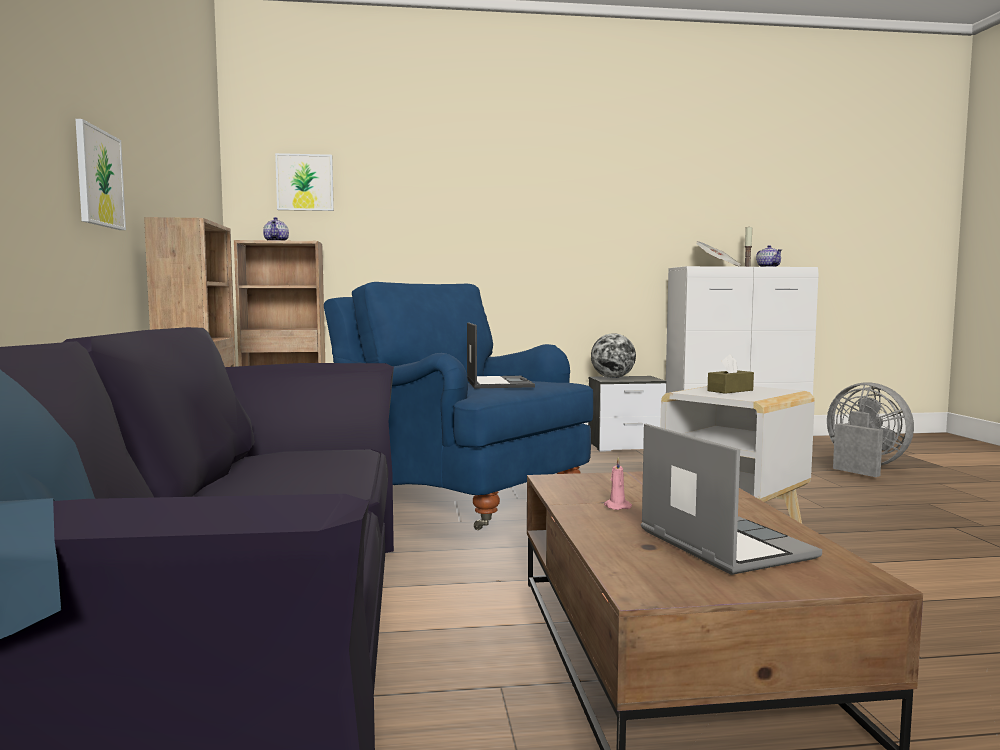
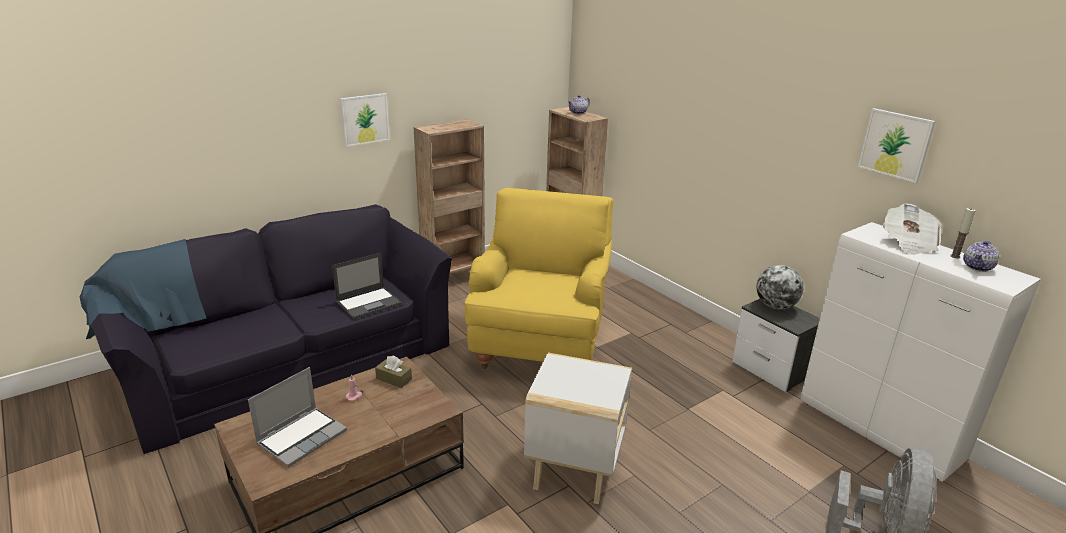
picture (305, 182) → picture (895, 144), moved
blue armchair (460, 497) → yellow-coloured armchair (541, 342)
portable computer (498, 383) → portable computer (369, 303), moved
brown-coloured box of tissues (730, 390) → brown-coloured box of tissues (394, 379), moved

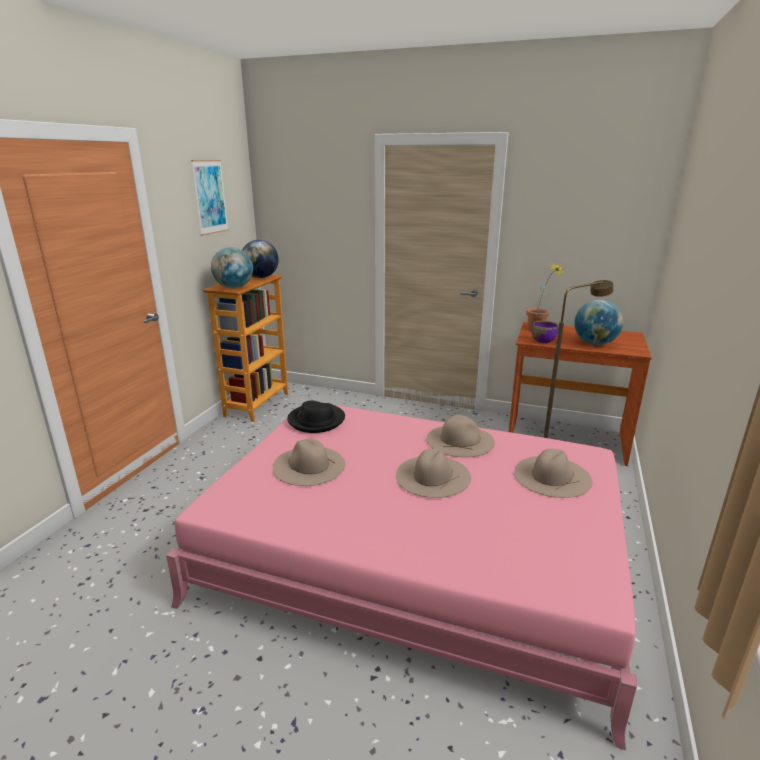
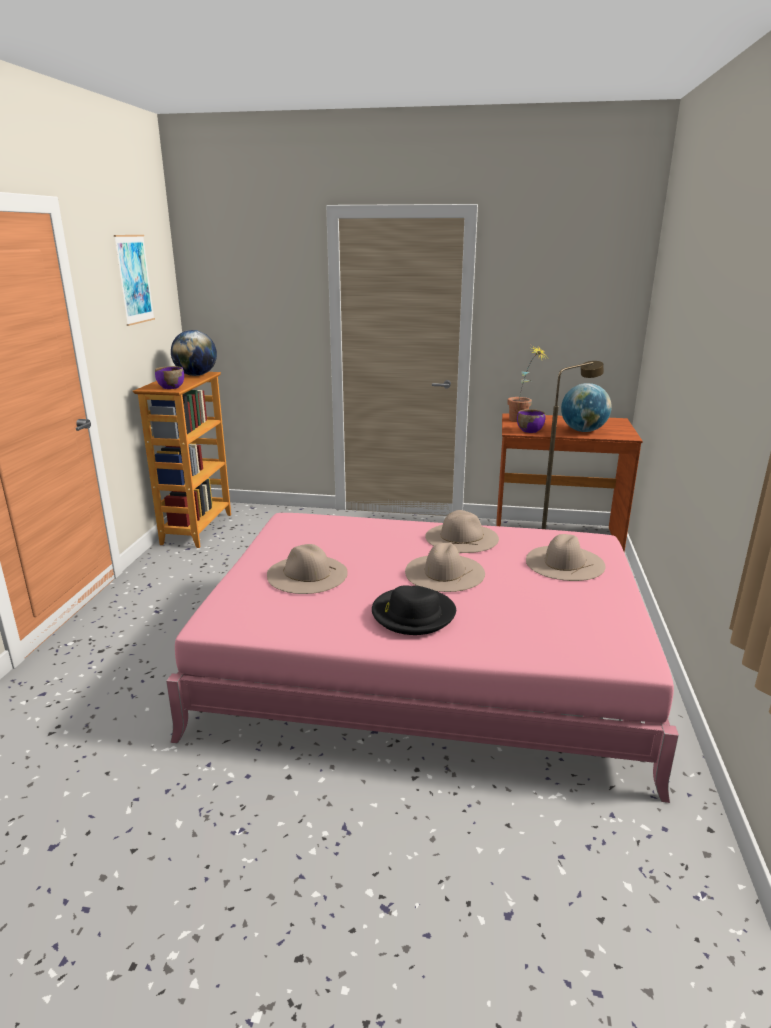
desk globe (234, 288) → purple bowl (171, 387)
black clothing hat (316, 420) → black clothing hat (413, 614), moved

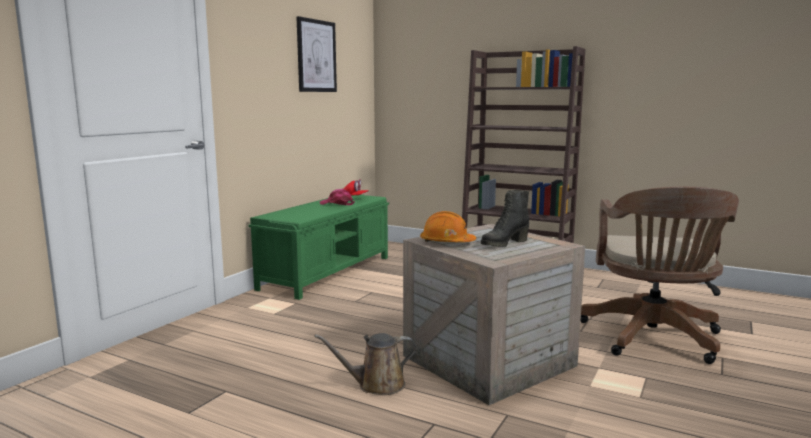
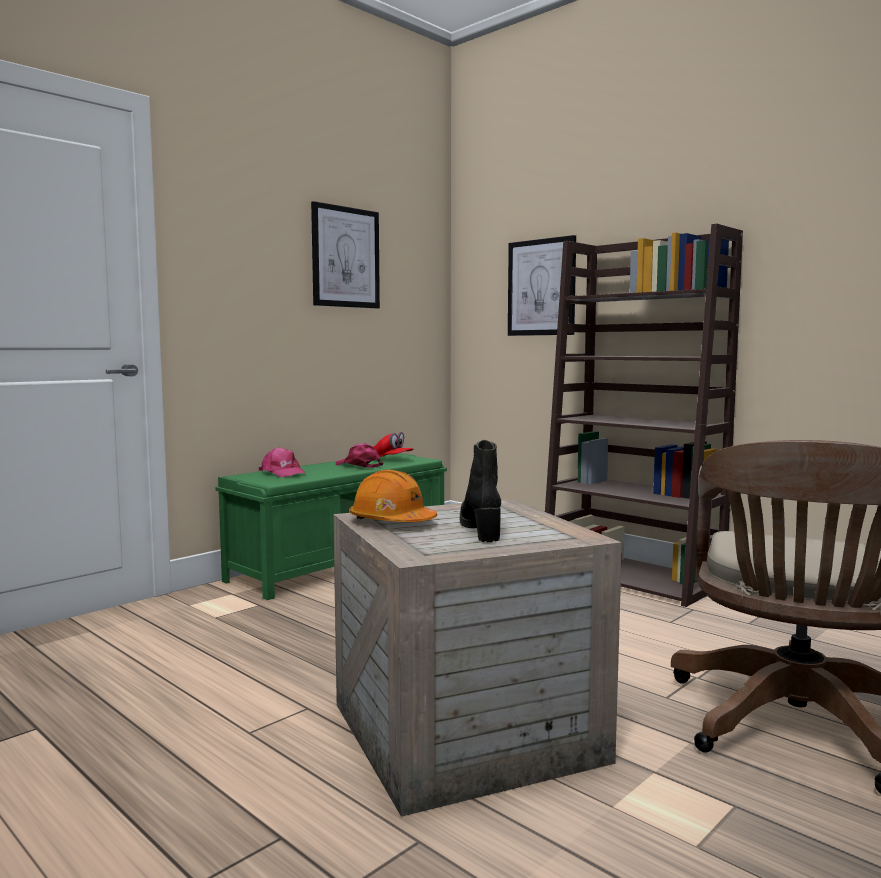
brown-coloured watering pot (376, 385) → -
black tall boot (504, 243) → black tall boot (481, 529), 105 degrees clockwise
- → pink cap (283, 473)
- → picture (541, 287)

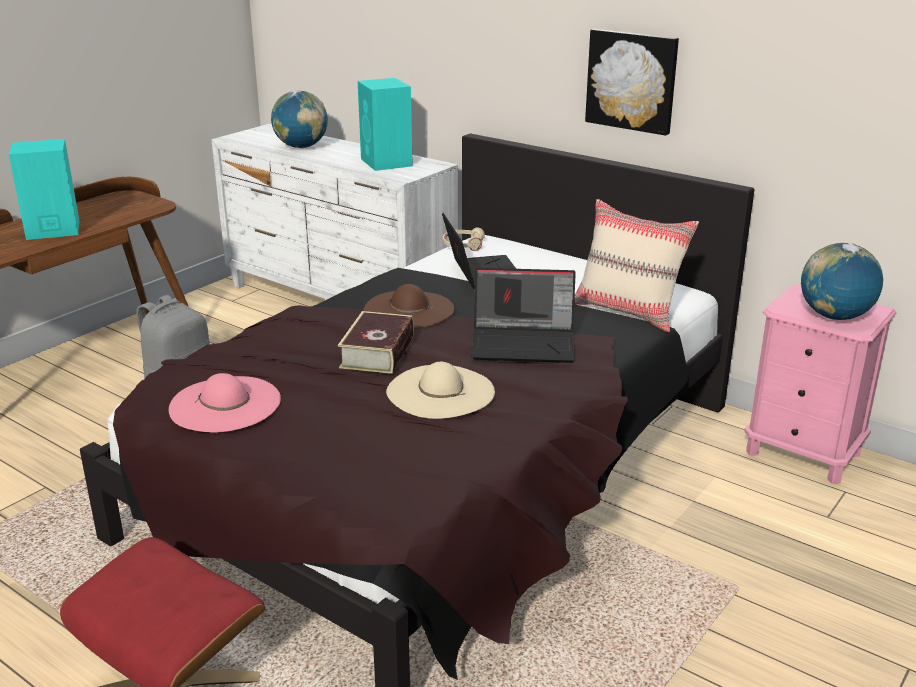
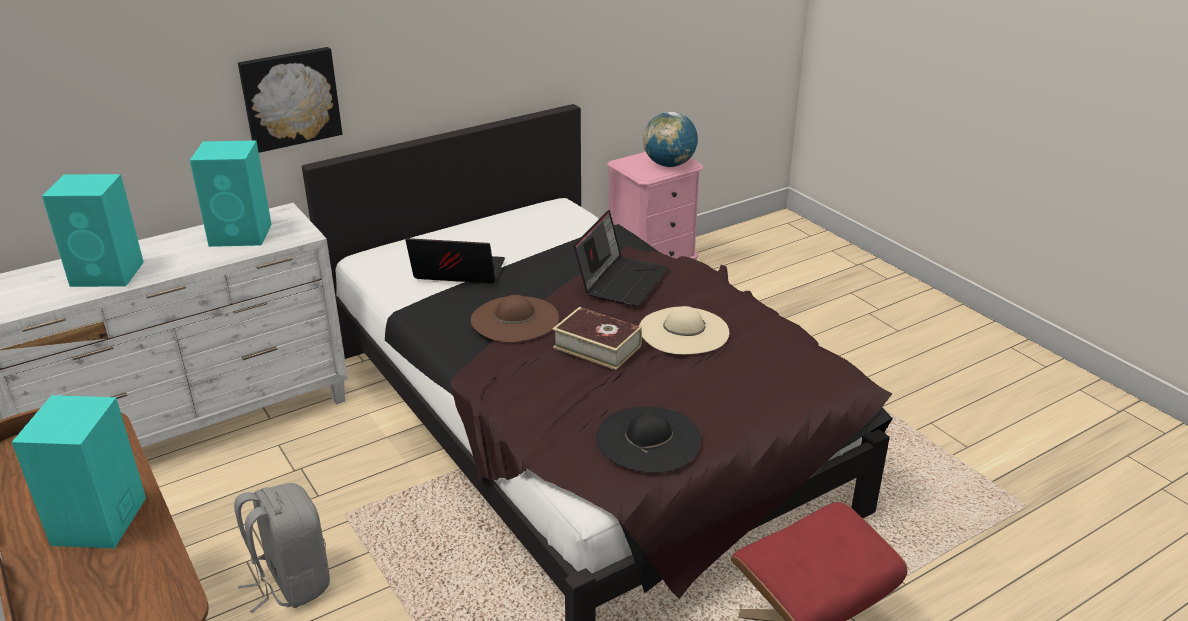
pink clothing hat (225, 404) → black clothing hat (648, 439)
desk globe (301, 147) → turquoise-coloured loudspeaker (109, 274)
beige pair of headphones (463, 245) → -
beige pillow (628, 312) → -
picture (632, 80) → picture (290, 98), moved

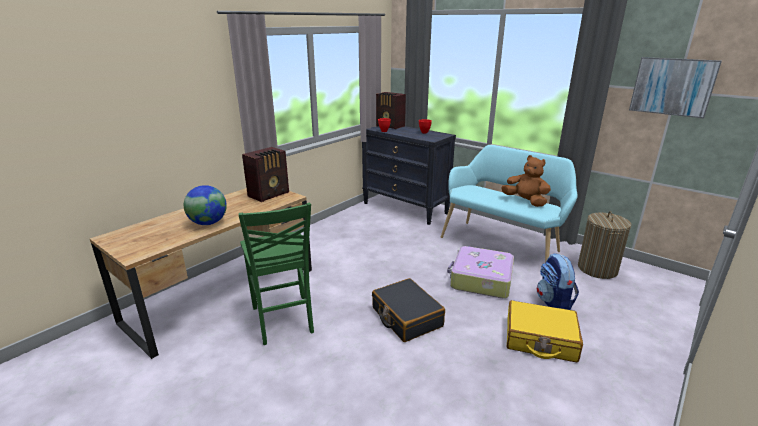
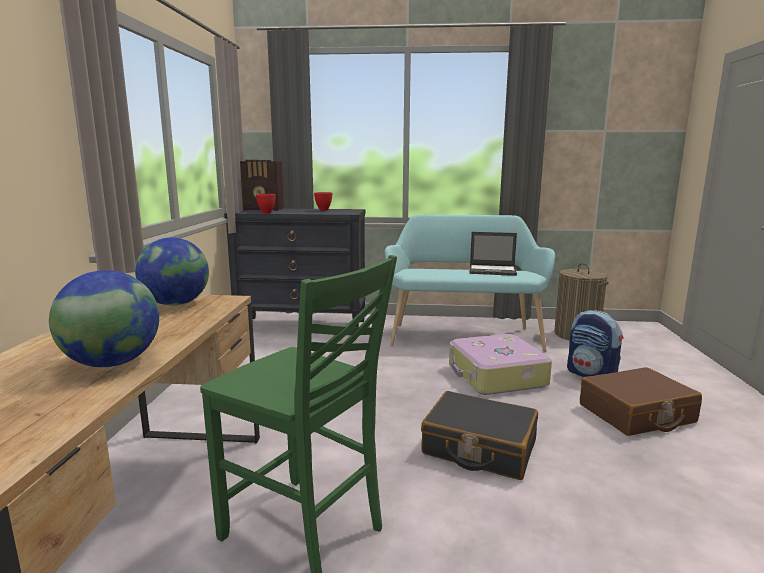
radio receiver (270, 194) → desk globe (176, 304)
brown-coloured plush toy (525, 201) → portable computer (493, 270)
yellow-coloured piece of luggage (540, 339) → brown-coloured piece of luggage (636, 414)
picture (672, 86) → -

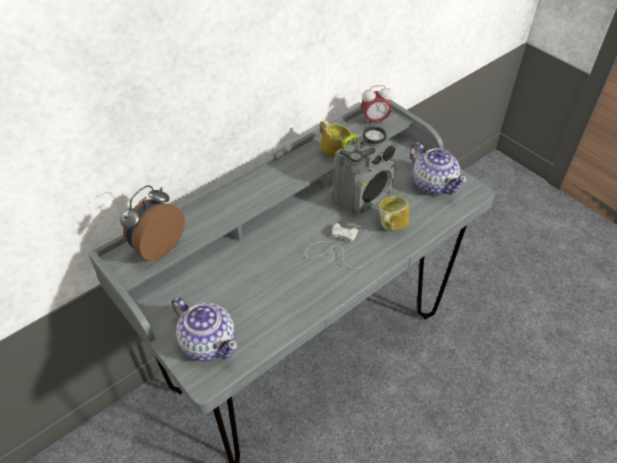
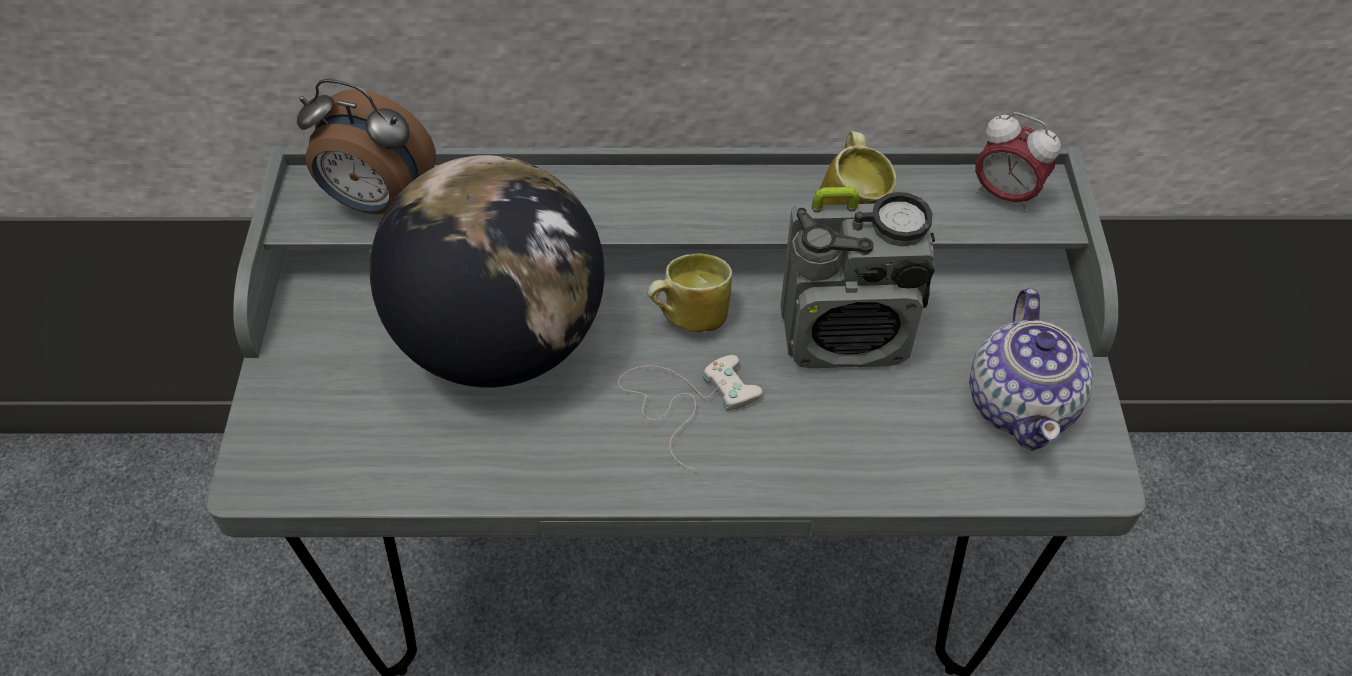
table clock (157, 247) → table clock (378, 202), 150 degrees counterclockwise
teapot (208, 342) → -
mug (390, 226) → mug (688, 317), moved
- → desk globe (502, 340)

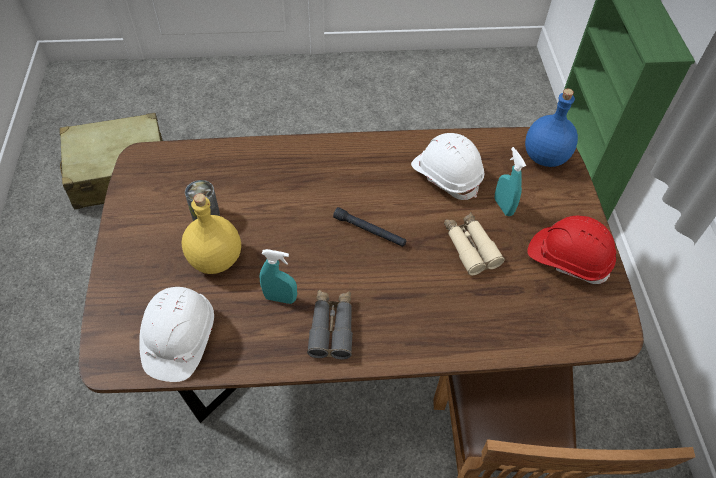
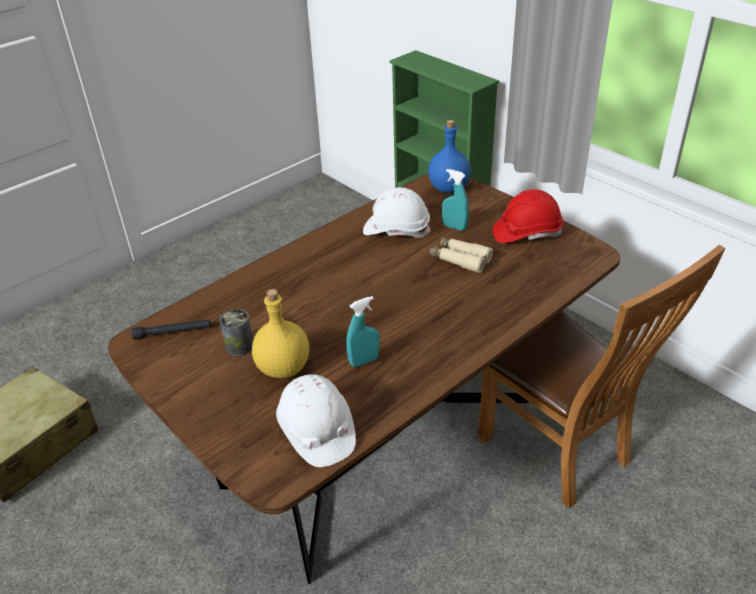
grey binoculars (332, 327) → -
black torch (369, 231) → black torch (172, 332), moved

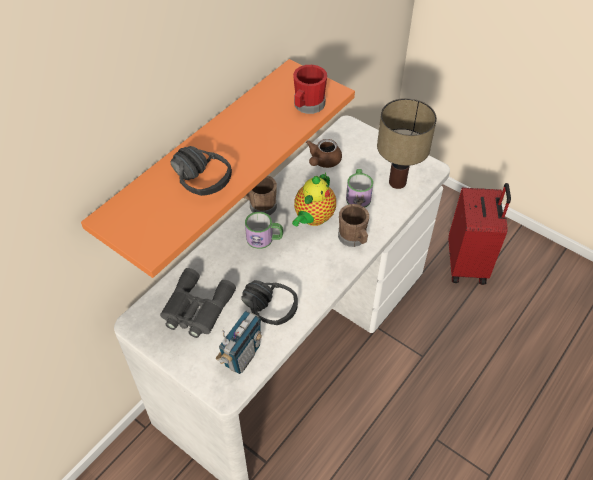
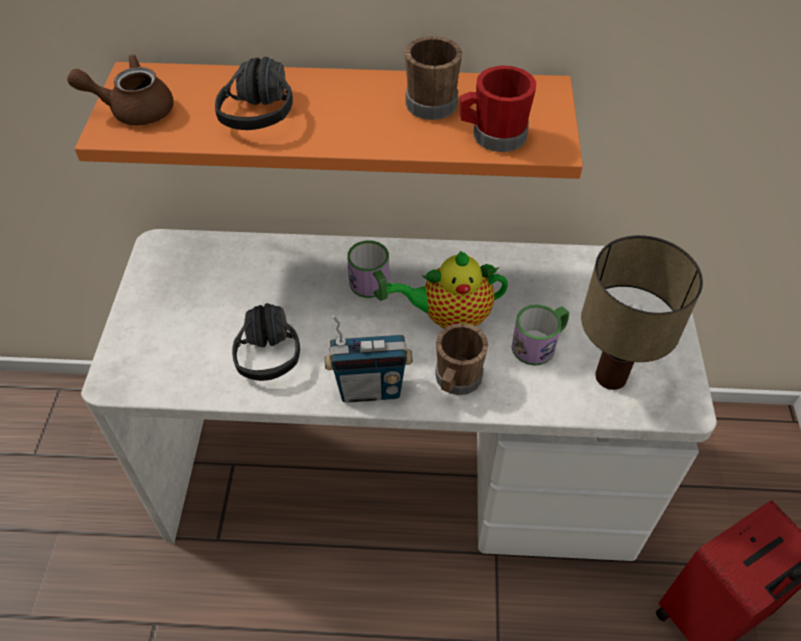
grey binoculars (196, 309) → -
radio receiver (242, 356) → radio receiver (370, 389), moved
brown-coloured mug (259, 206) → brown-coloured mug (428, 101), moved
brown-coloured teapot (323, 161) → brown-coloured teapot (133, 109), moved

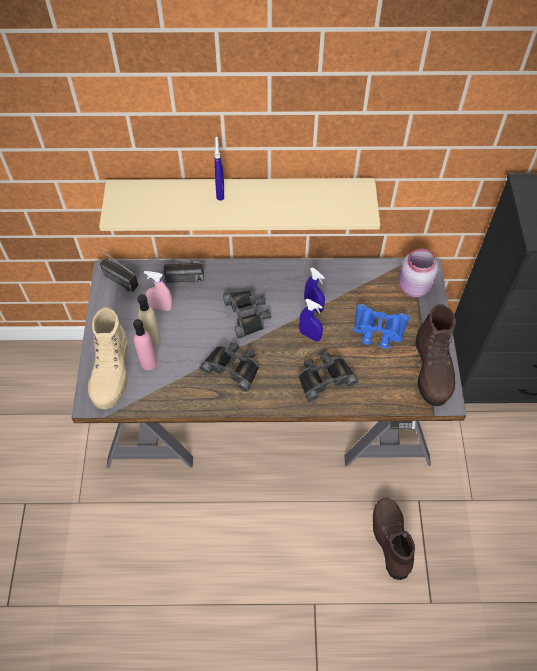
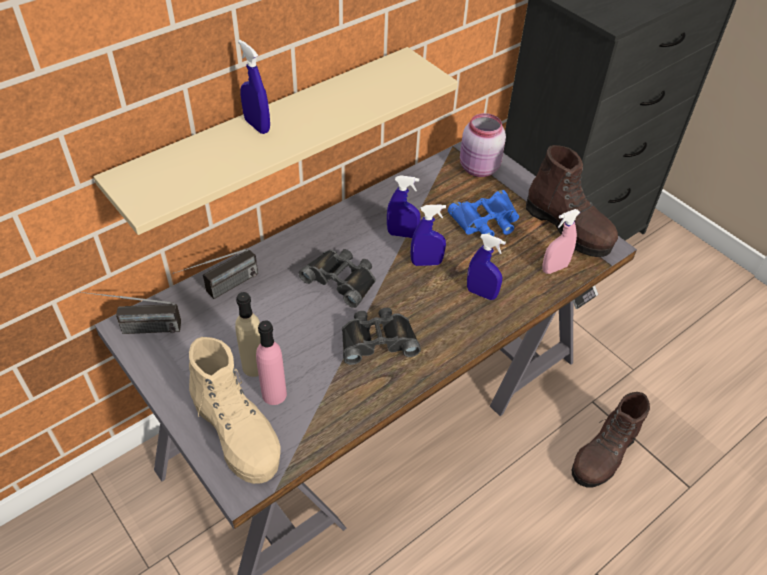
pink hand sprayer (161, 307) → pink hand sprayer (554, 268), moved
black binoculars (324, 378) → blue hand sprayer (481, 293)
brown-coloured tall boot (390, 540) → brown-coloured tall boot (603, 456), 90 degrees counterclockwise

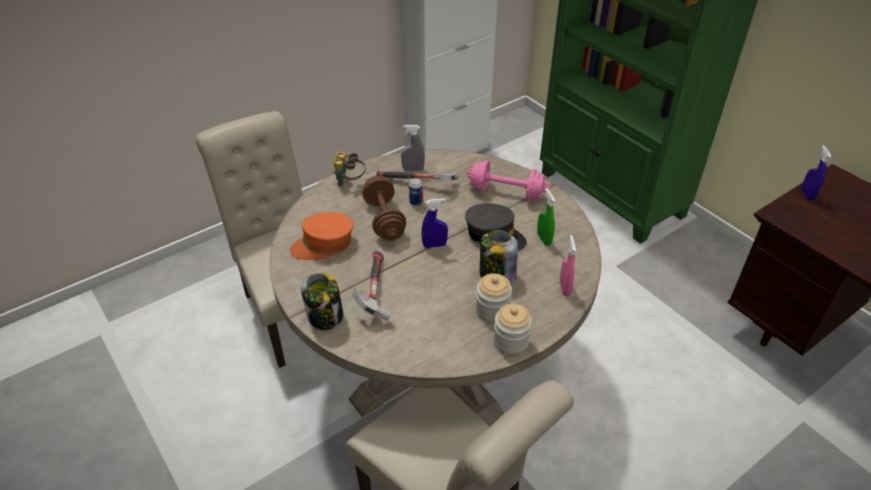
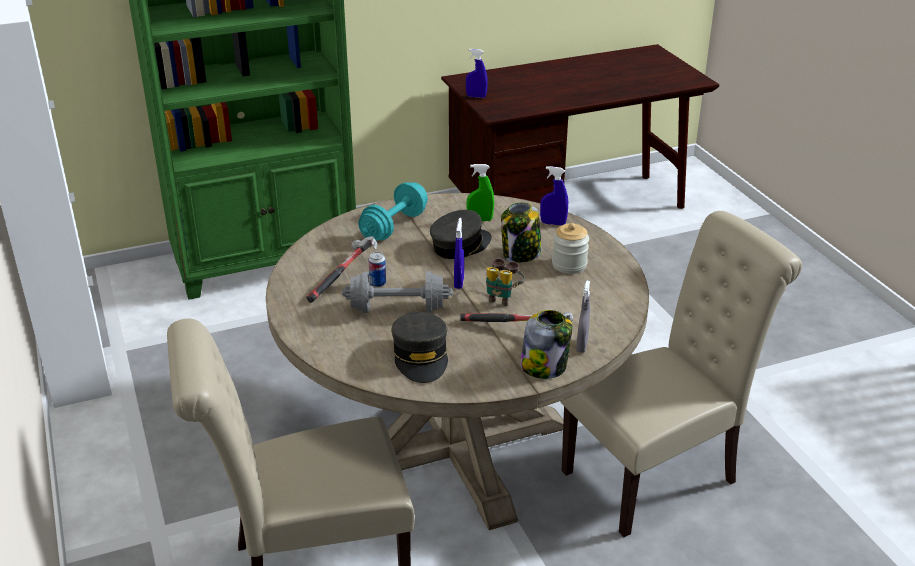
orangey cap (323, 244) → grey cap (421, 357)
binoculars (350, 182) → binoculars (502, 298), moved
brown-coloured hand weight (384, 219) → grey hand weight (397, 309)
grey hand sprayer (413, 169) → grey hand sprayer (582, 346), moved
pink hand weight (506, 192) → turquoise-coloured hand weight (394, 226)
jar (510, 341) → -
pink hand sprayer (564, 288) → blue hand sprayer (553, 223)

